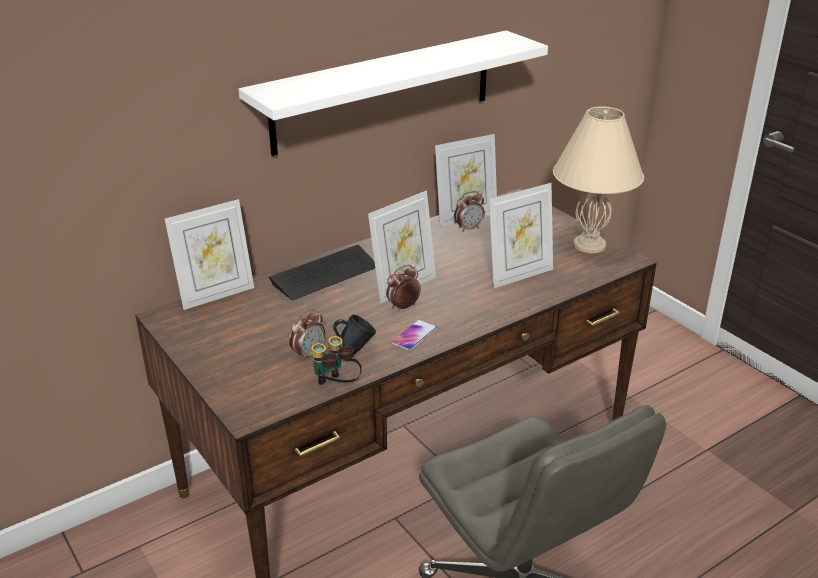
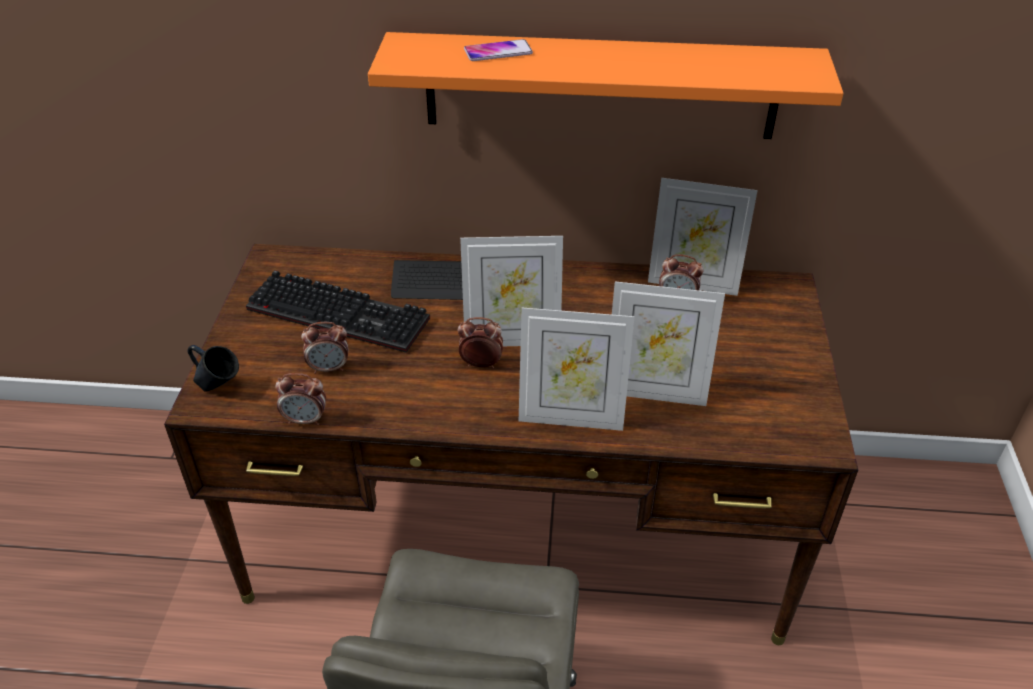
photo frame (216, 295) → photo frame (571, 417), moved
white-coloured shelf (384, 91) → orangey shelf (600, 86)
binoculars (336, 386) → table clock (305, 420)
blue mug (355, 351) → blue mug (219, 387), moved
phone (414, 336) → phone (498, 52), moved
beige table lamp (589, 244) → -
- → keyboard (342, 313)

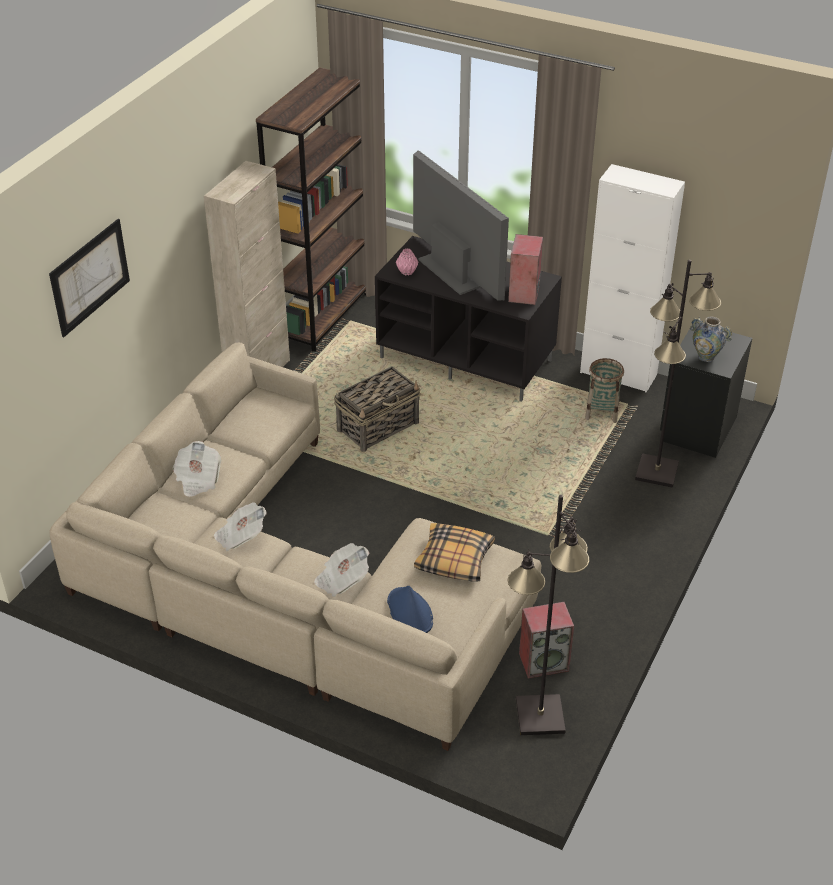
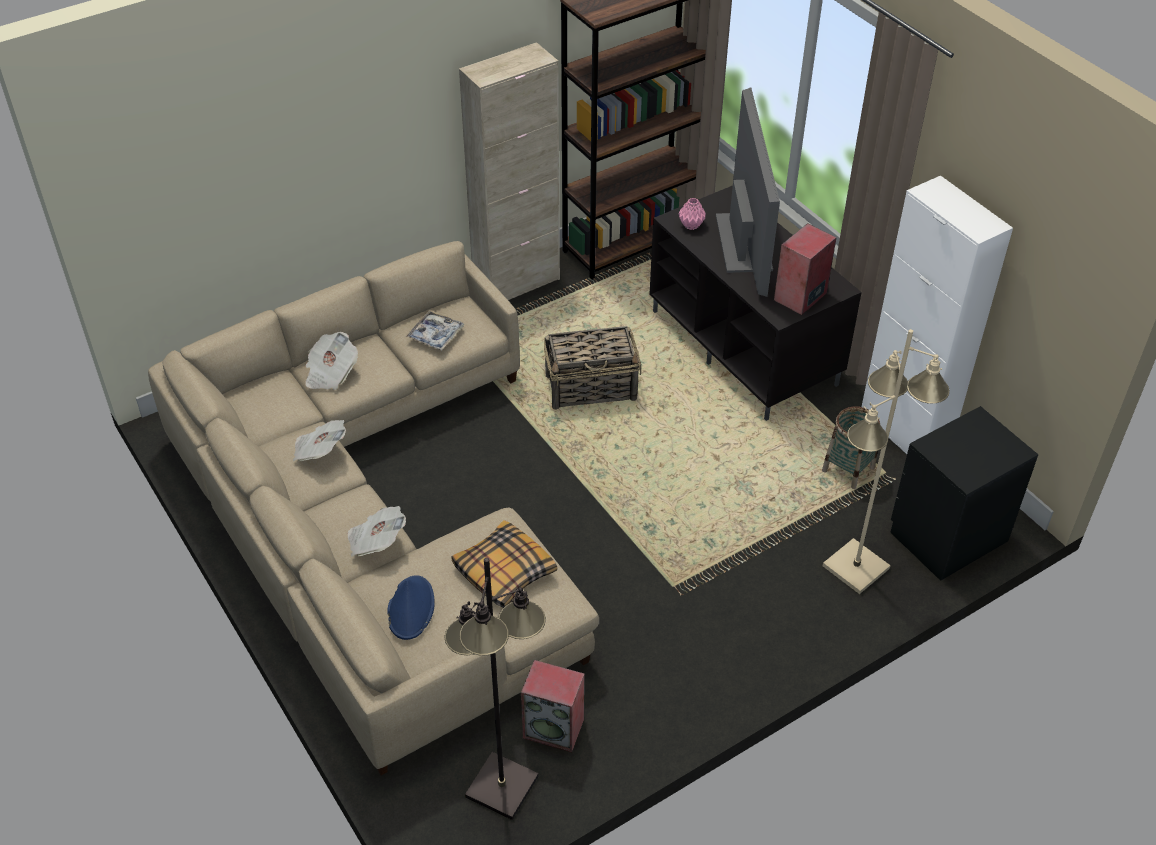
picture (90, 277) → -
black standing lamp (657, 472) → beige standing lamp (856, 568)
vase (706, 357) → -
- → tray (435, 335)

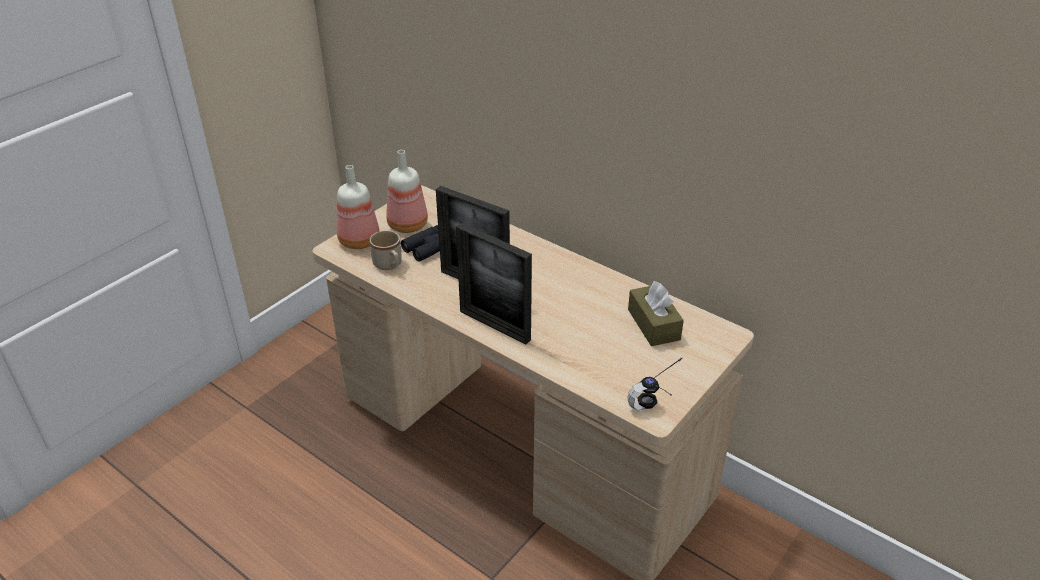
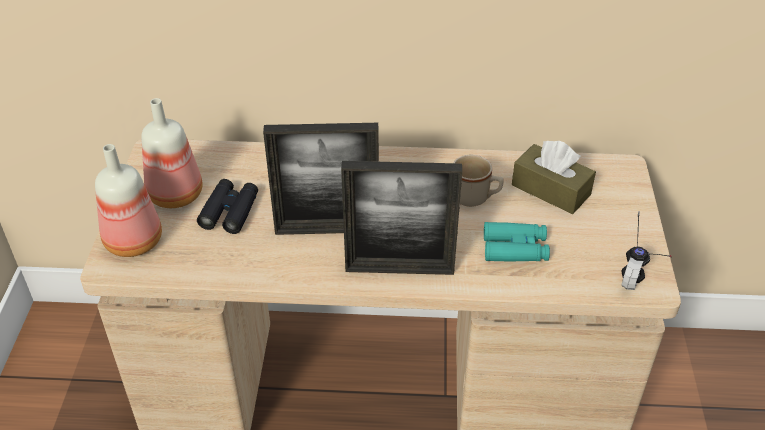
beige mug (389, 265) → beige mug (475, 198), moved
- → turquoise-coloured binoculars (515, 248)

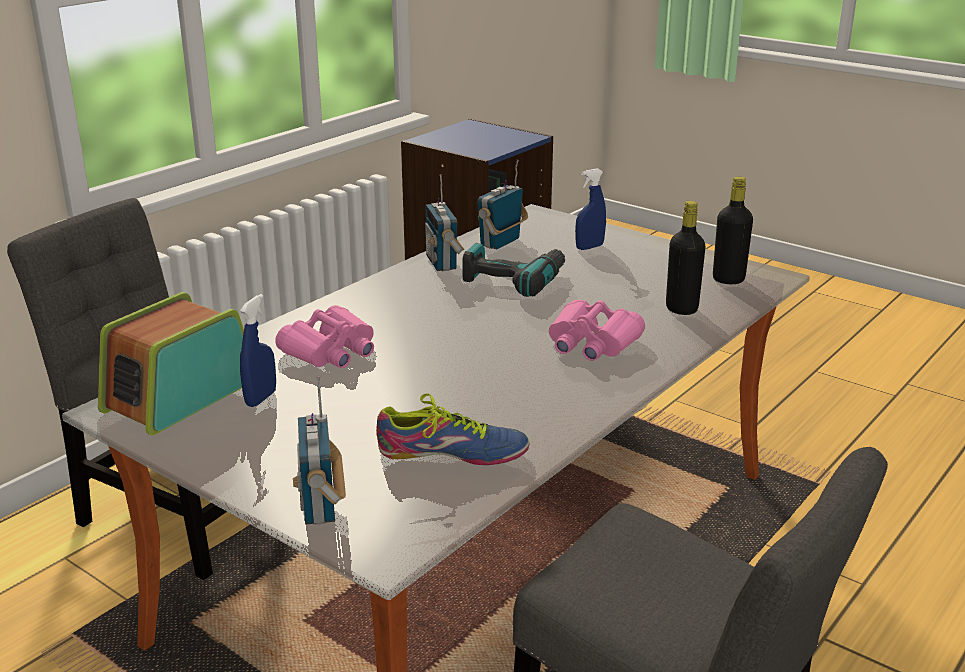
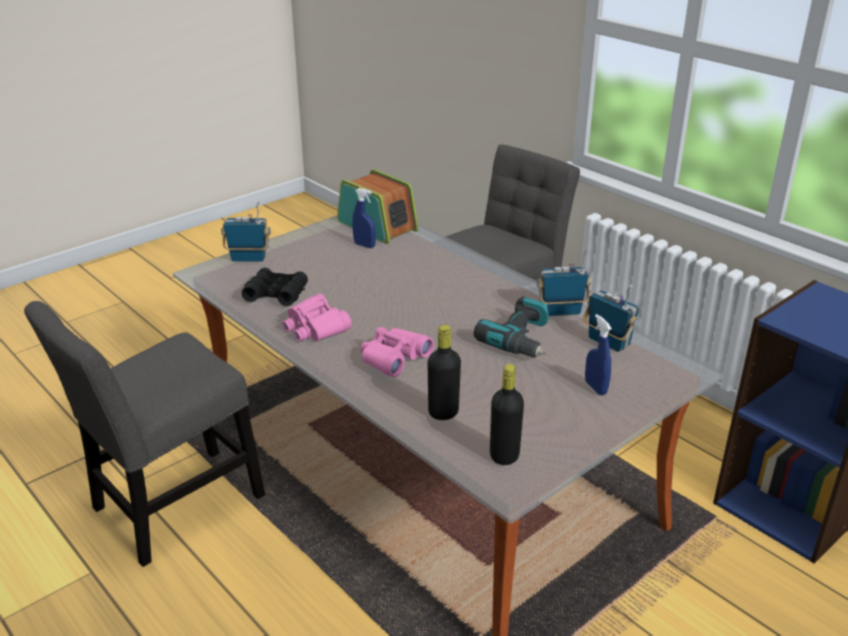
pink binoculars (331, 351) → pink binoculars (315, 327), moved
shoe (452, 452) → black binoculars (276, 294)

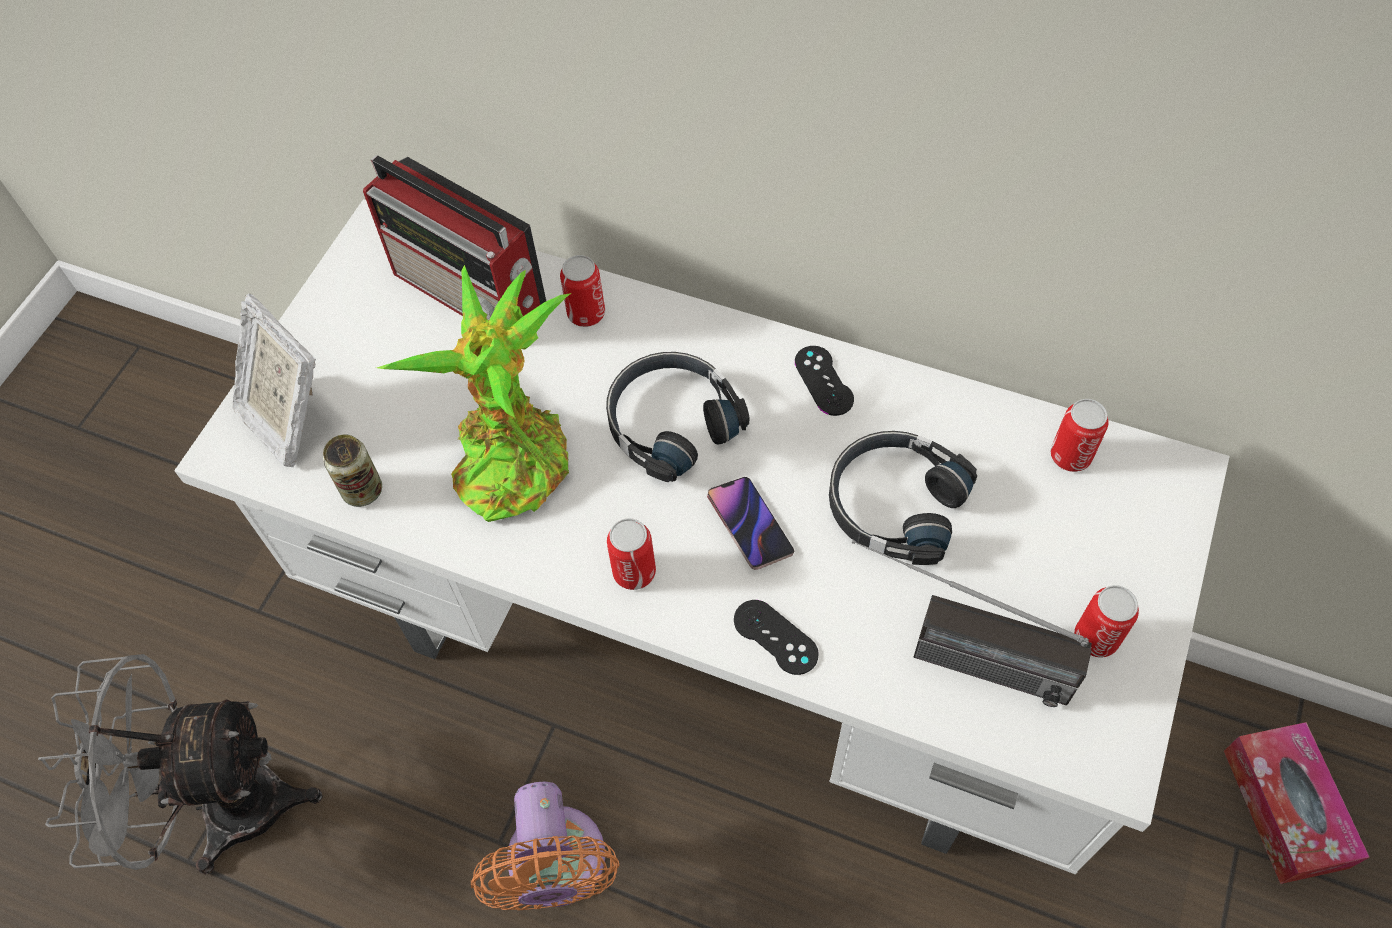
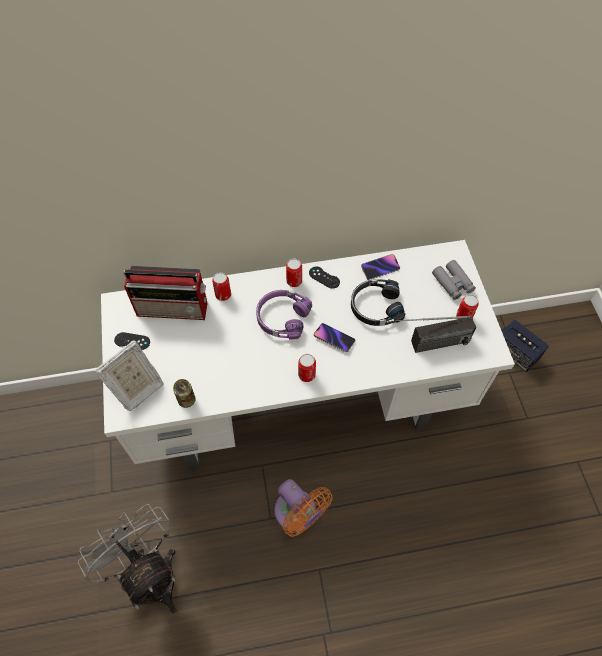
grey fan (223, 806) → grey fan (151, 573), 90 degrees clockwise
photo frame (290, 417) → photo frame (137, 389), 60 degrees counterclockwise
plant in a pot (511, 455) → -
black pair of headphones (671, 421) → purple pair of headphones (282, 317)
black joypad (775, 637) → black joypad (132, 341), moved
metal can (1070, 455) → metal can (294, 281), moved
box of tissues (1284, 808) → loudspeaker (515, 352)
- → phone (380, 268)
- → grey binoculars (452, 283)

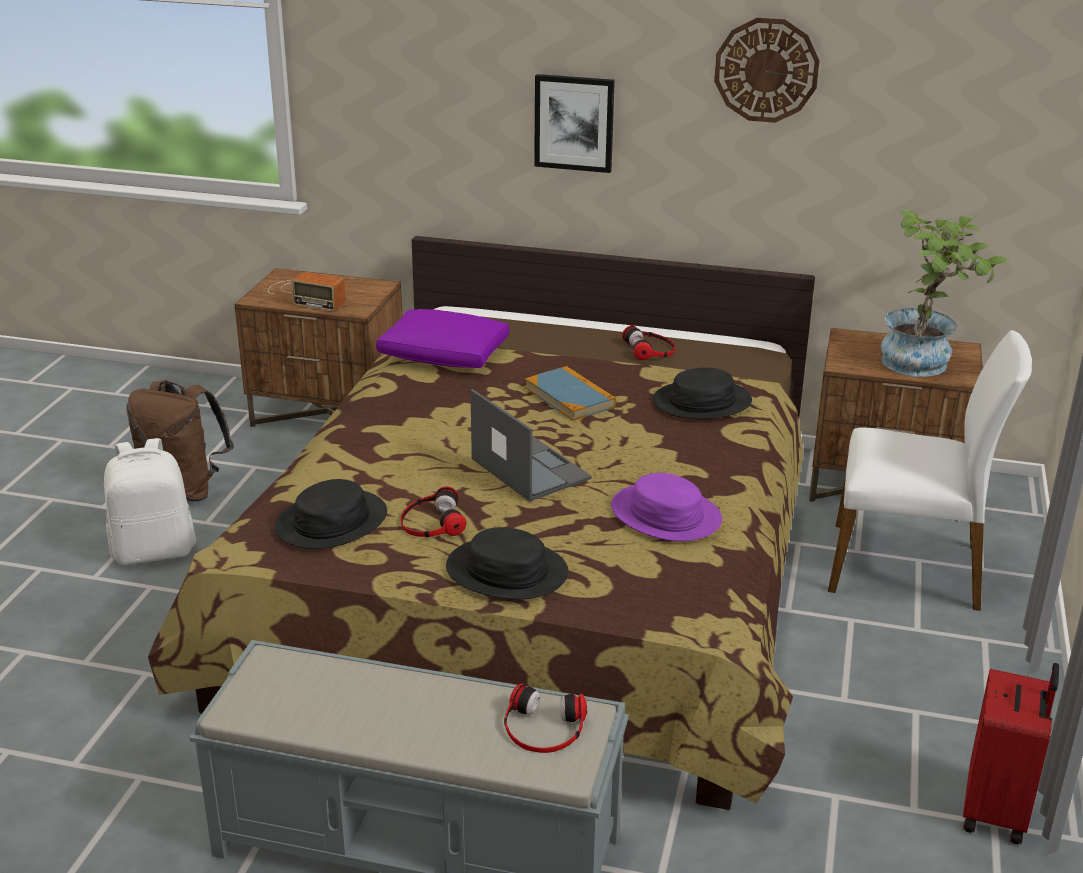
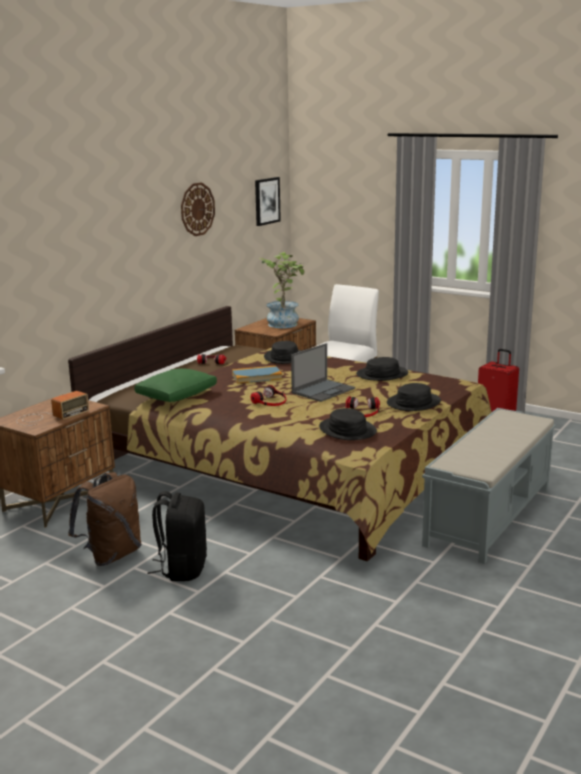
white-coloured knapsack (154, 551) → black knapsack (182, 569)
purple pillow (445, 355) → green pillow (177, 395)
portable computer (529, 468) → portable computer (323, 390), 150 degrees clockwise
pair of headphones (543, 728) → pair of headphones (270, 401), moved
picture (574, 123) → picture (266, 201), moved
purple clothing hat (665, 515) → black clothing hat (382, 374)

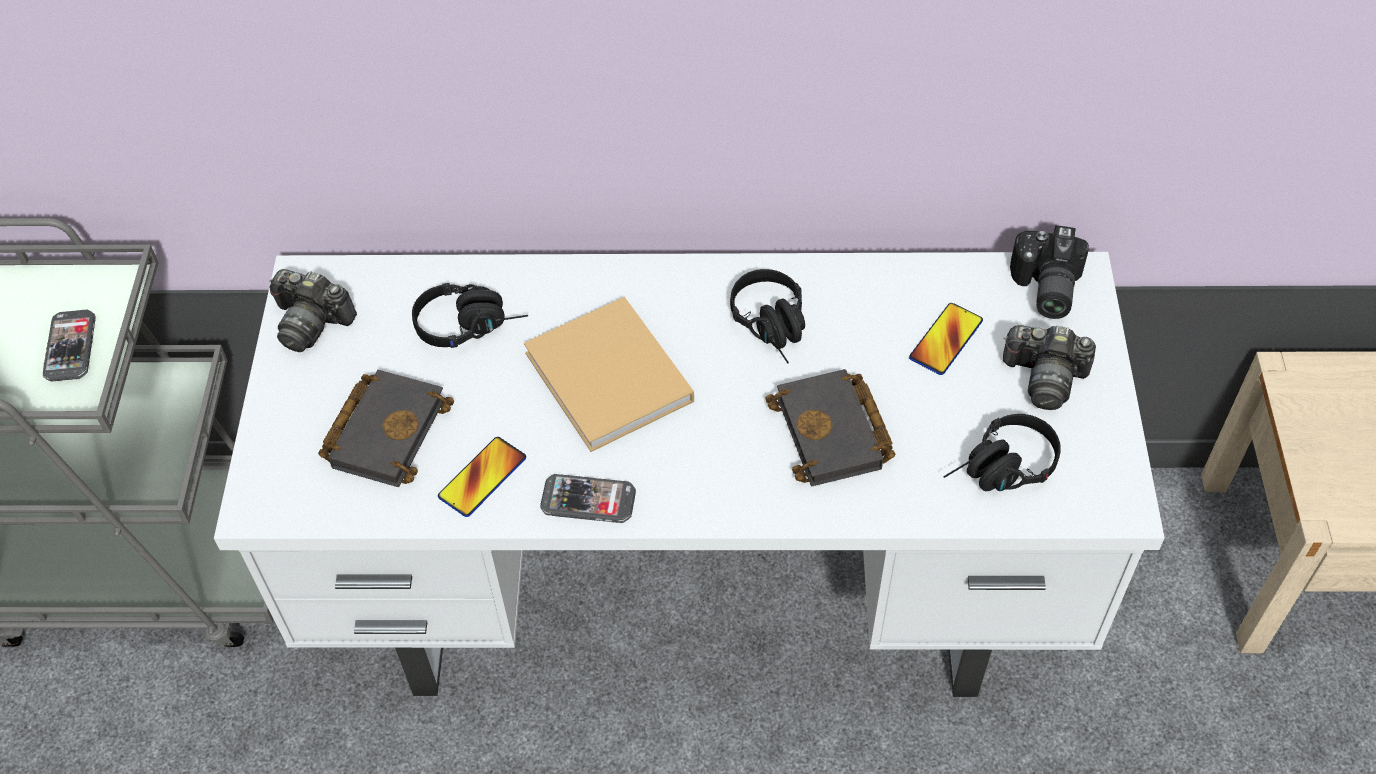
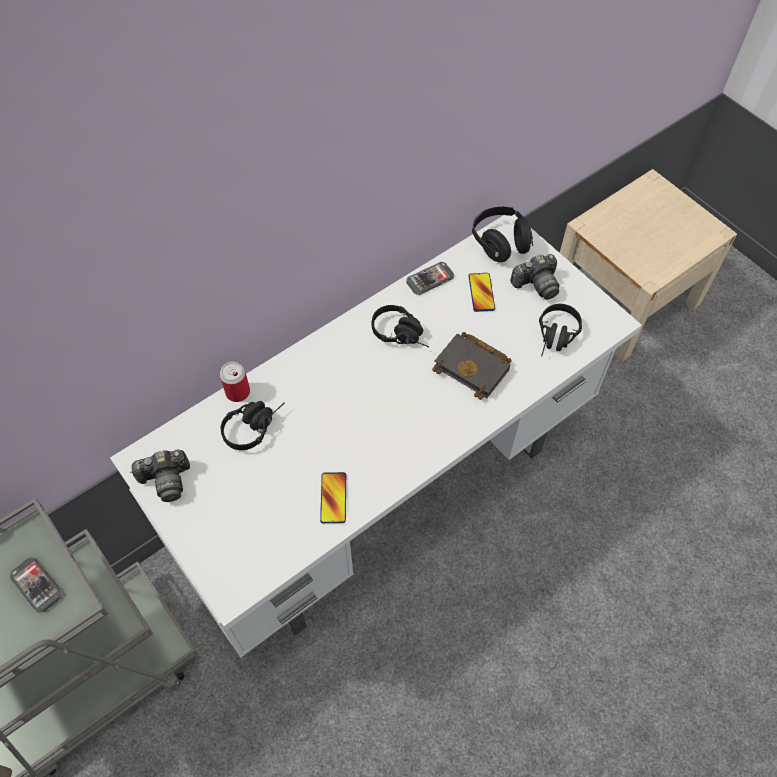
black volume (386, 430) → -
beige volume (611, 380) → -
phone (588, 500) → phone (430, 279), moved
still camera (1043, 288) → black pair of headphones (500, 243)
- → metal can (238, 392)

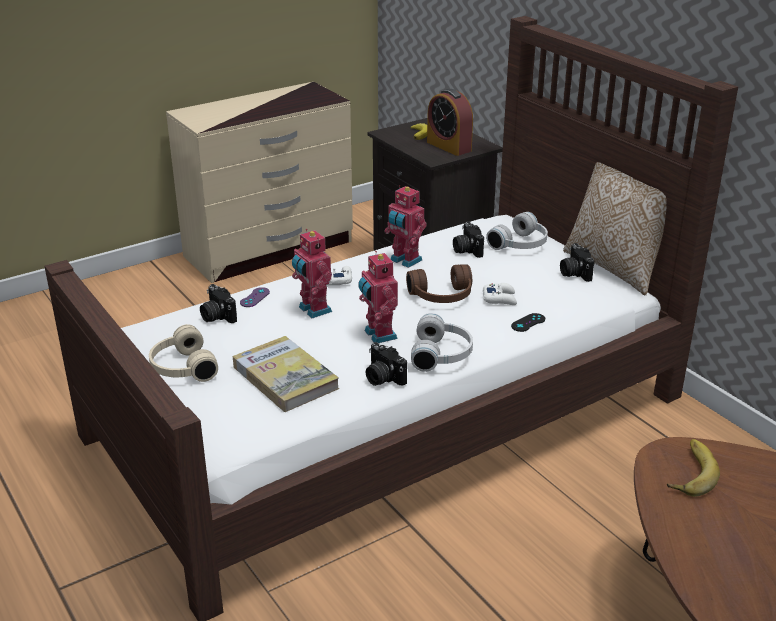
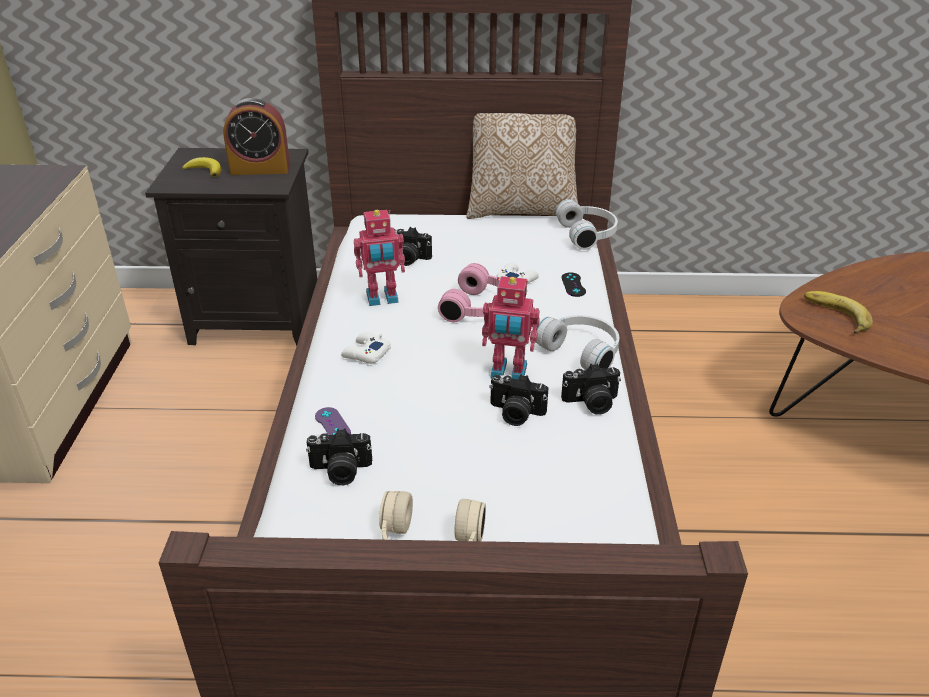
volume (285, 377) → -
model robot (313, 310) → -
brown-coloured pair of headphones (442, 297) → pink pair of headphones (479, 307)
white-coloured pair of headphones (521, 244) → white-coloured pair of headphones (588, 234), moved
still camera (574, 273) → still camera (515, 413), moved

